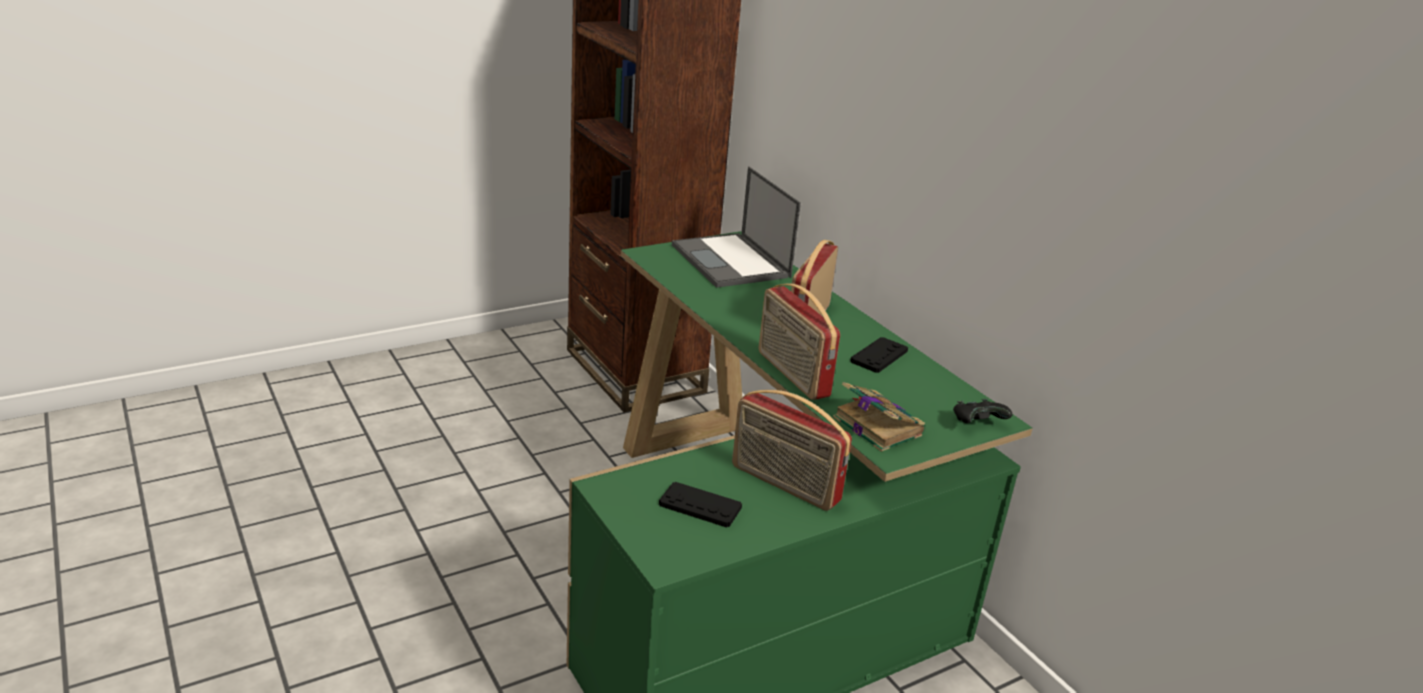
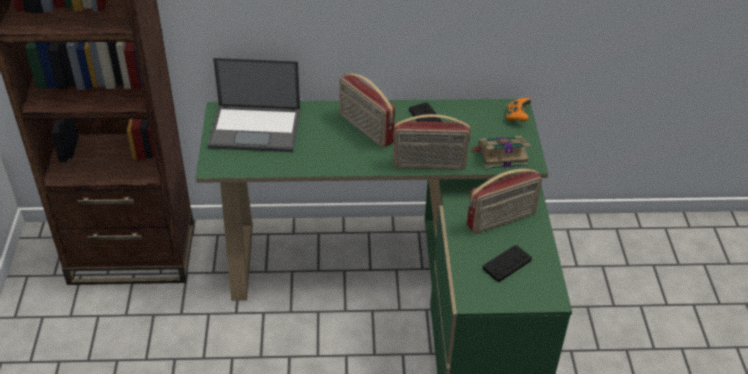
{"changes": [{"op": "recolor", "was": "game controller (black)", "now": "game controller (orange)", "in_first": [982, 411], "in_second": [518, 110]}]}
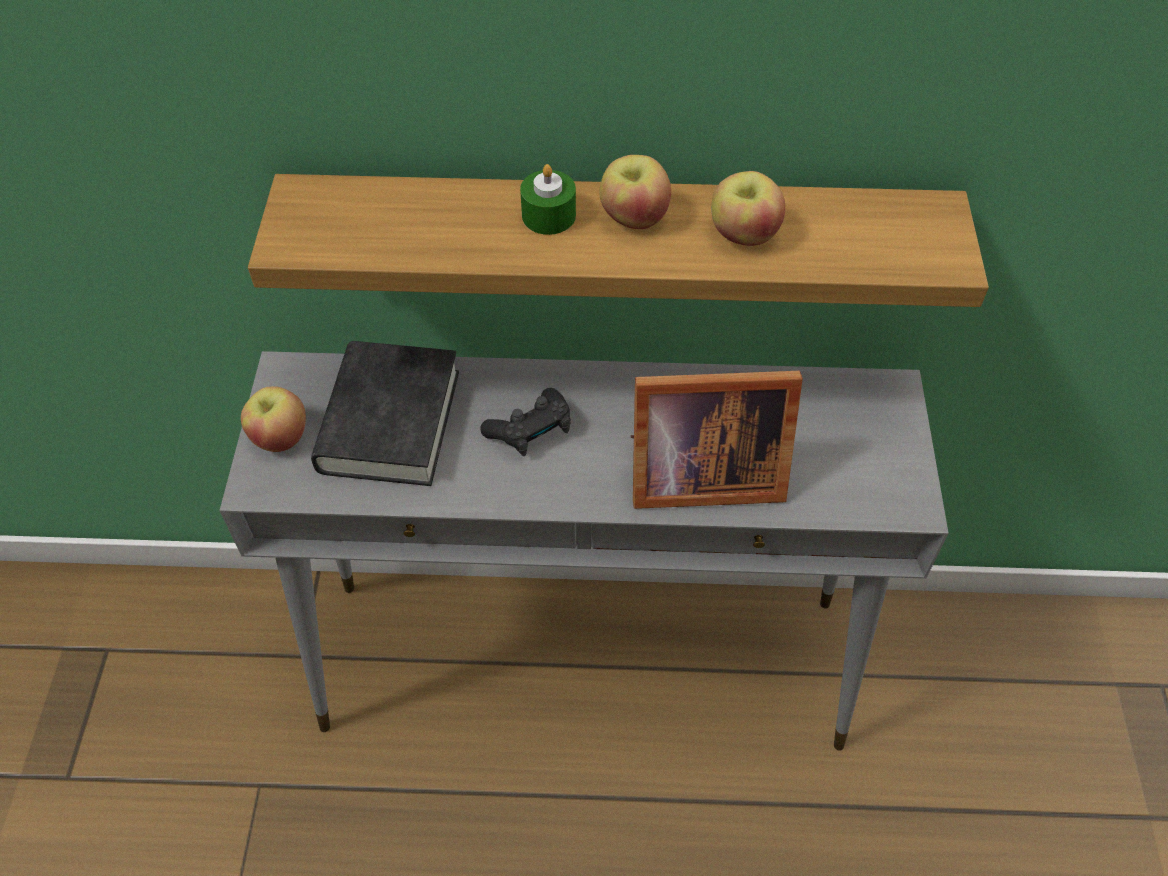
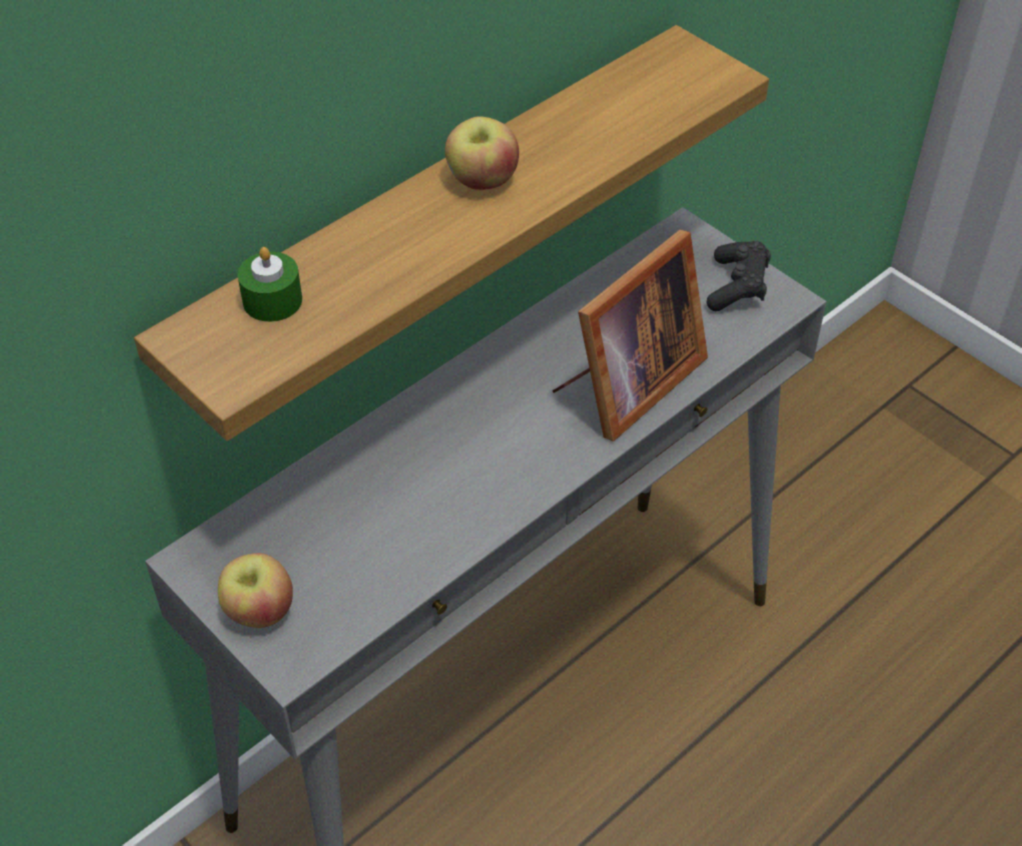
{"changes": [{"op": "move", "was": "candle (green)", "in_first": [548, 199], "in_second": [270, 284]}, {"op": "delete", "was": "apple", "in_first": [748, 208]}, {"op": "delete", "was": "book (black)", "in_first": [385, 413]}, {"op": "move", "was": "game controller (black)", "in_first": [525, 422], "in_second": [739, 276]}]}
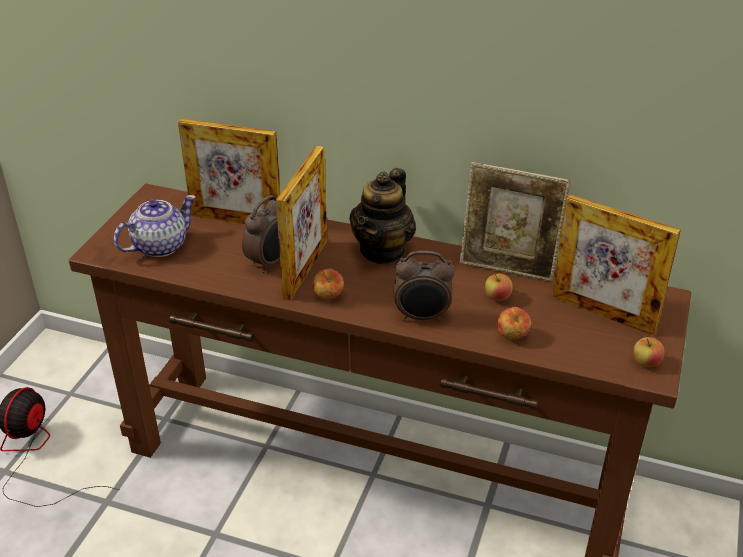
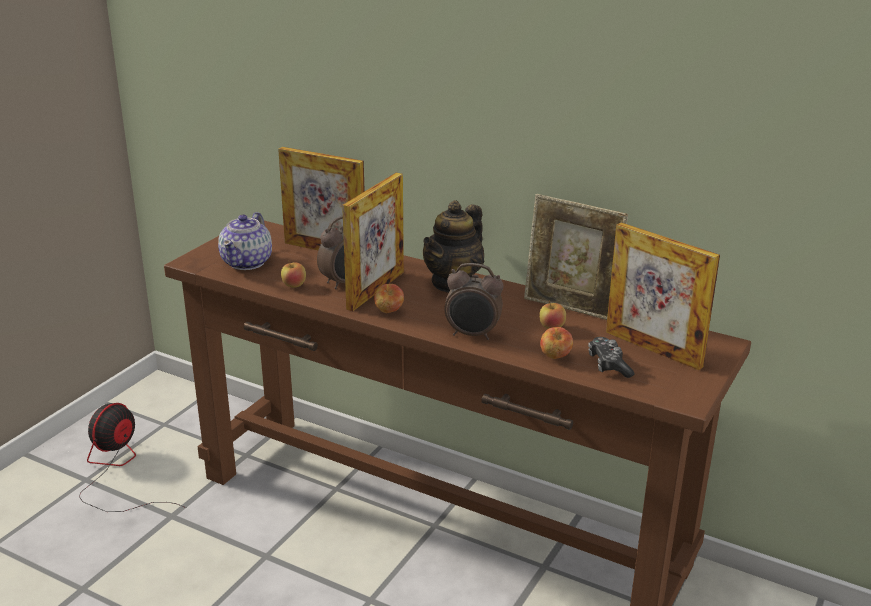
{"changes": [{"op": "rotate", "was": "teapot", "in_first": [155, 226], "in_second": [245, 241], "clockwise": 135}, {"op": "move", "was": "apple", "in_first": [648, 352], "in_second": [293, 274]}, {"op": "insert", "now": "game controller", "in_second": [611, 357]}]}
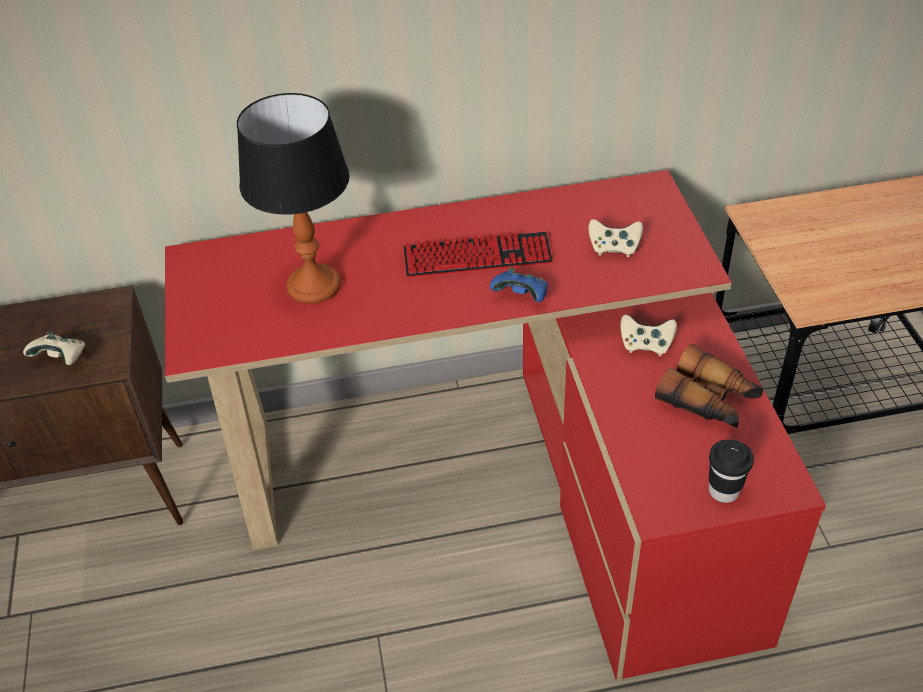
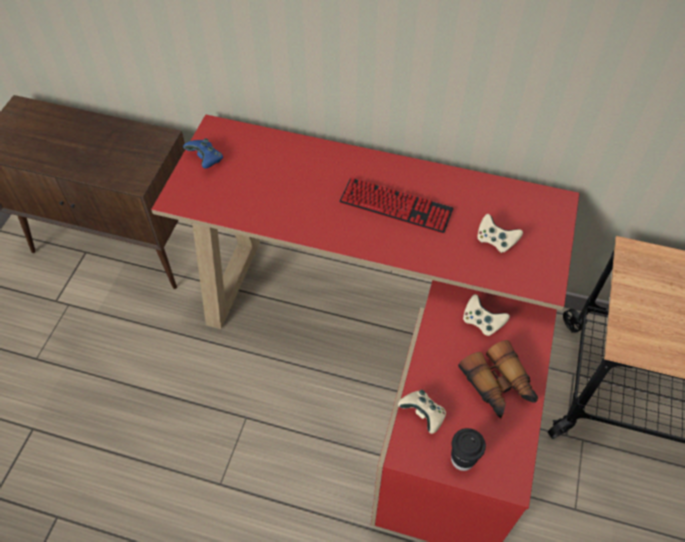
{"changes": [{"op": "delete", "was": "table lamp", "in_first": [293, 198]}, {"op": "move", "was": "game controller (blue)", "in_first": [518, 285], "in_second": [203, 153]}, {"op": "move", "was": "game controller (beige)", "in_first": [54, 348], "in_second": [422, 412]}]}
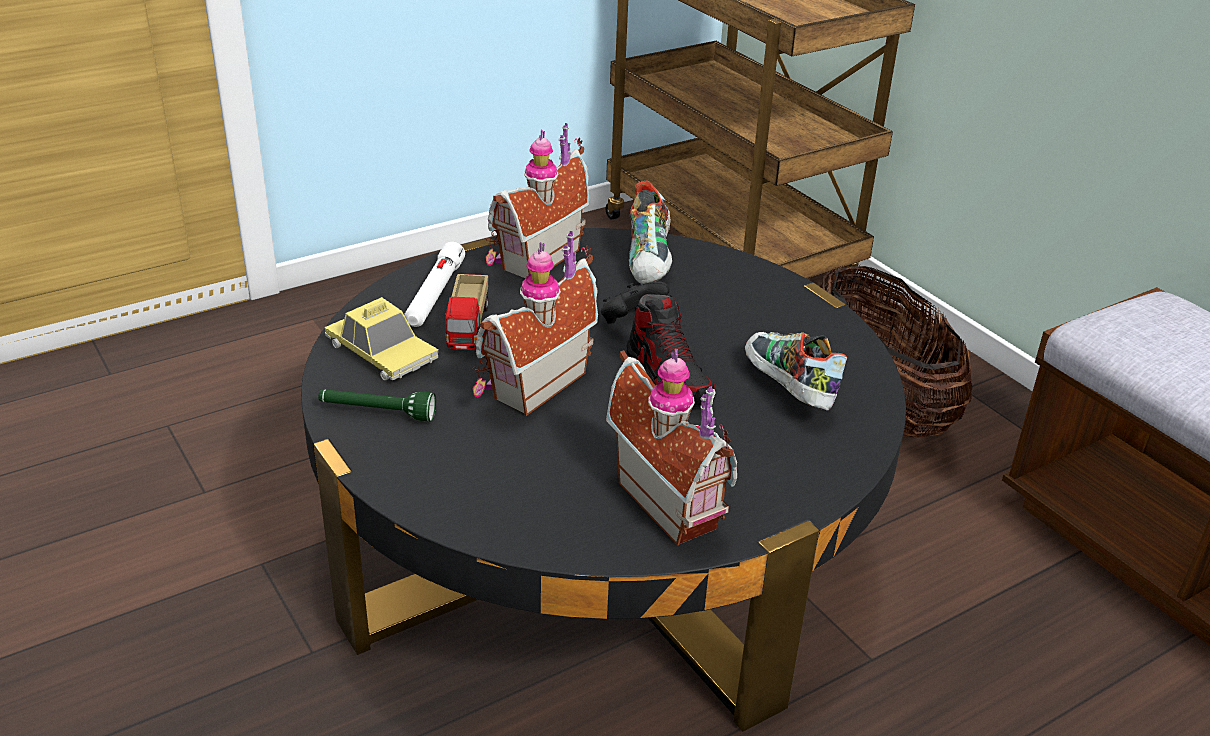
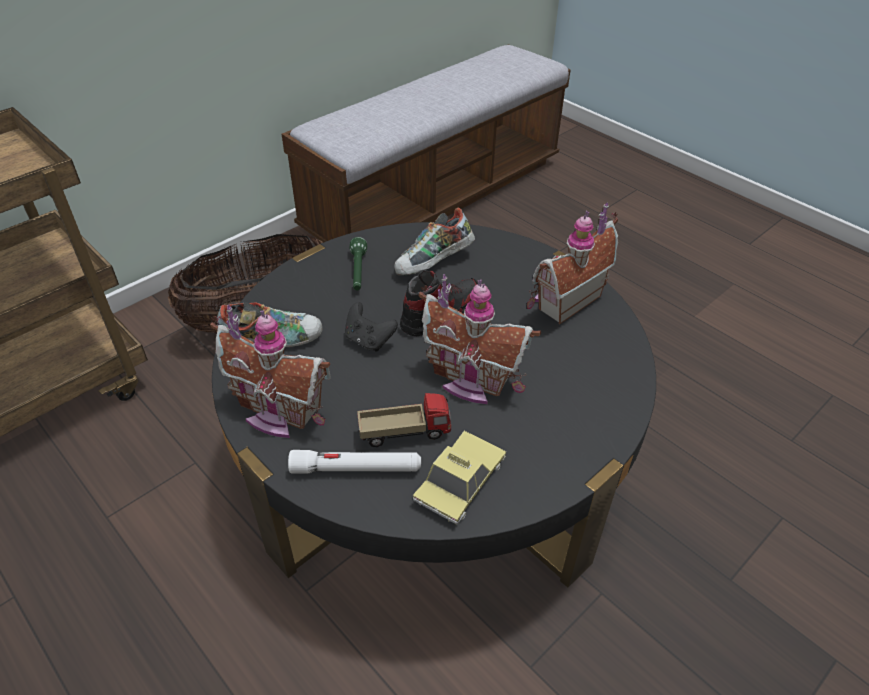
{"changes": [{"op": "move", "was": "flashlight (green)", "in_first": [377, 405], "in_second": [358, 263]}]}
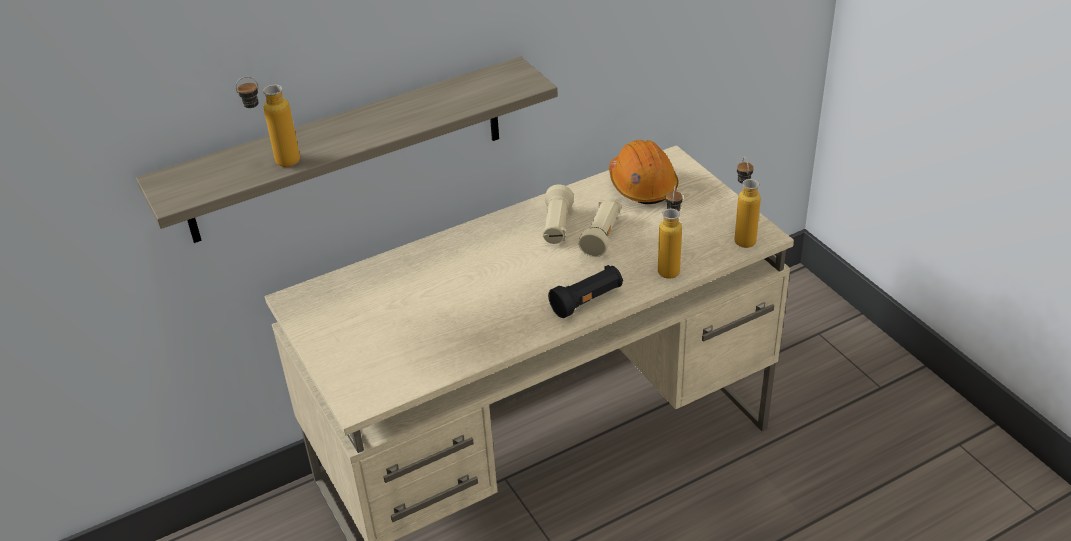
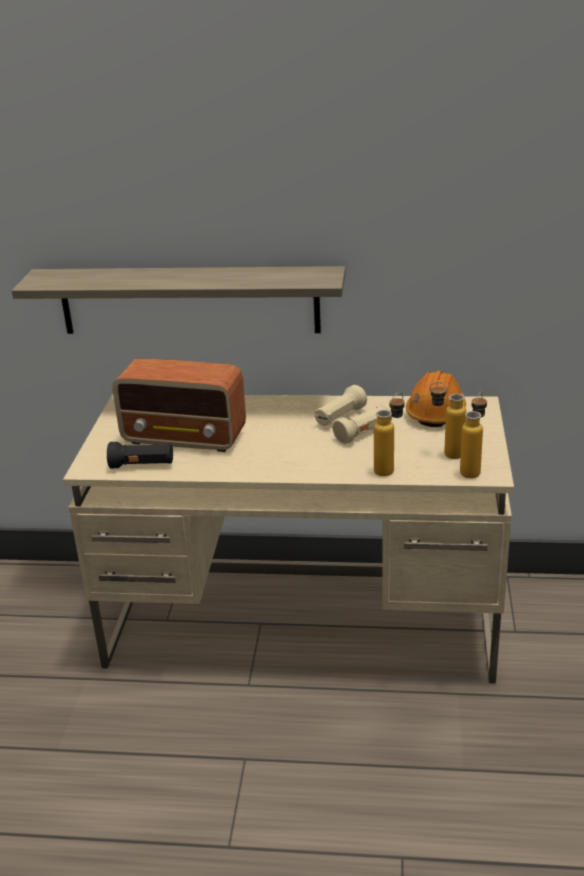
{"changes": [{"op": "move", "was": "bottle", "in_first": [267, 122], "in_second": [448, 420]}, {"op": "move", "was": "flashlight (black)", "in_first": [585, 291], "in_second": [140, 455]}, {"op": "insert", "now": "radio", "in_second": [179, 405]}]}
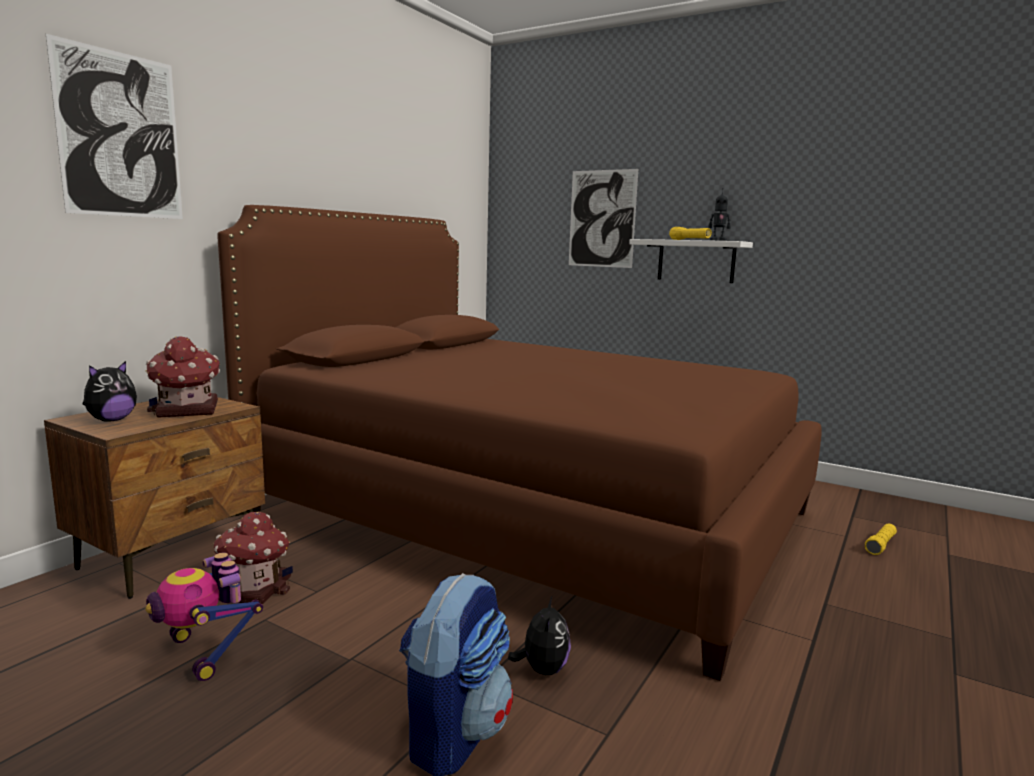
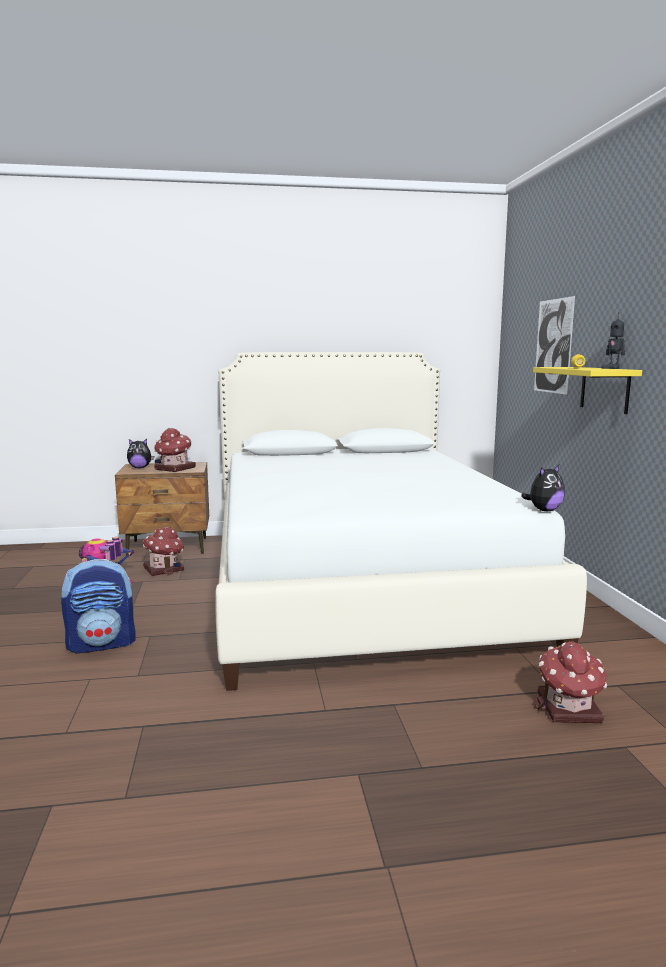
{"changes": [{"op": "delete", "was": "picture", "in_first": [114, 126]}, {"op": "recolor", "was": "bed (brown)", "now": "bed (white)", "in_first": [519, 443], "in_second": [401, 521]}, {"op": "recolor", "was": "shelf (white)", "now": "shelf (yellow)", "in_first": [691, 261], "in_second": [587, 390]}, {"op": "replace", "was": "flashlight (yellow)", "now": "toy house", "in_first": [881, 539], "in_second": [570, 682]}, {"op": "move", "was": "plush toy", "in_first": [539, 635], "in_second": [543, 488]}]}
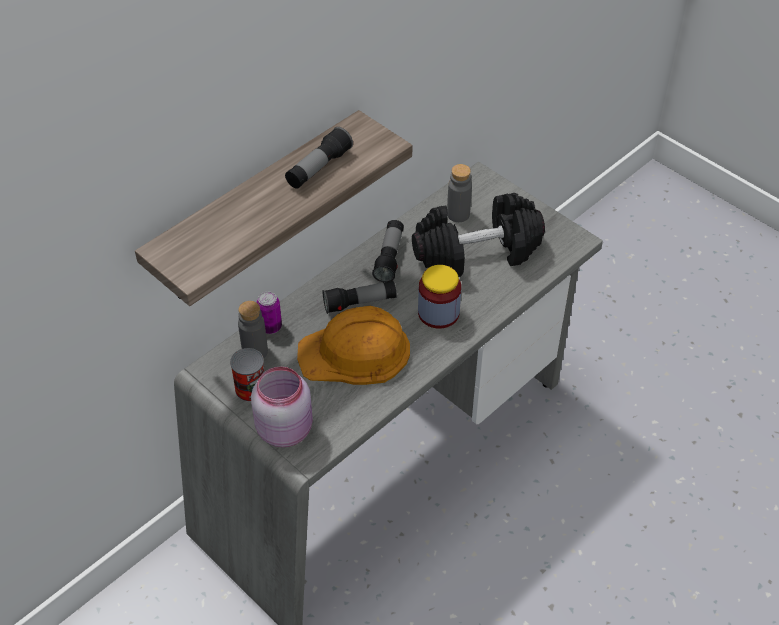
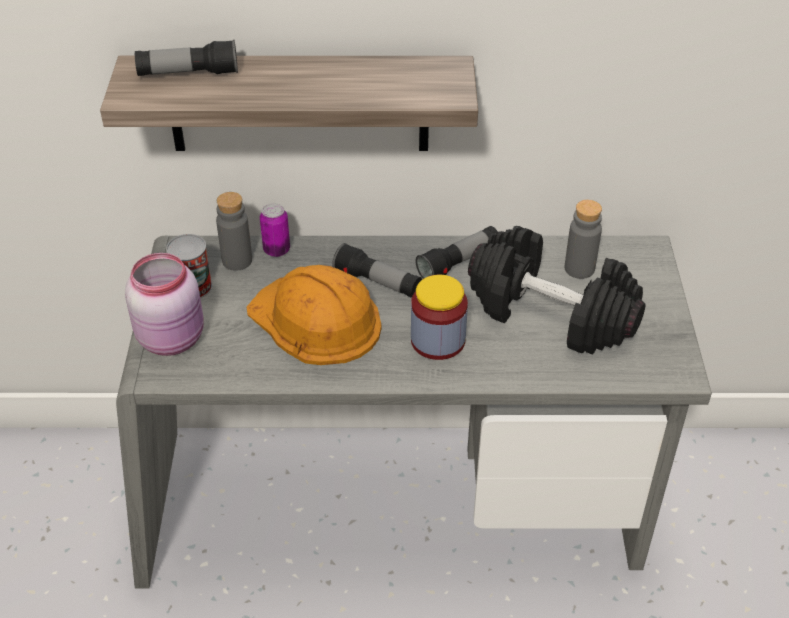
{"changes": [{"op": "move", "was": "flashlight", "in_first": [319, 157], "in_second": [186, 58]}]}
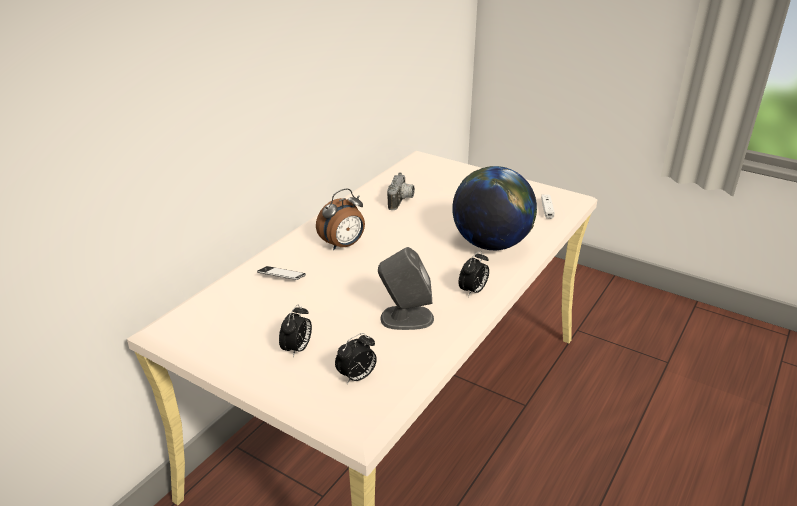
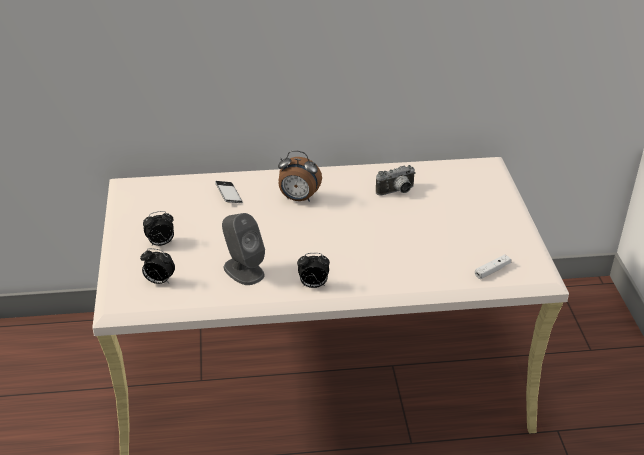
{"changes": [{"op": "delete", "was": "globe", "in_first": [494, 208]}]}
